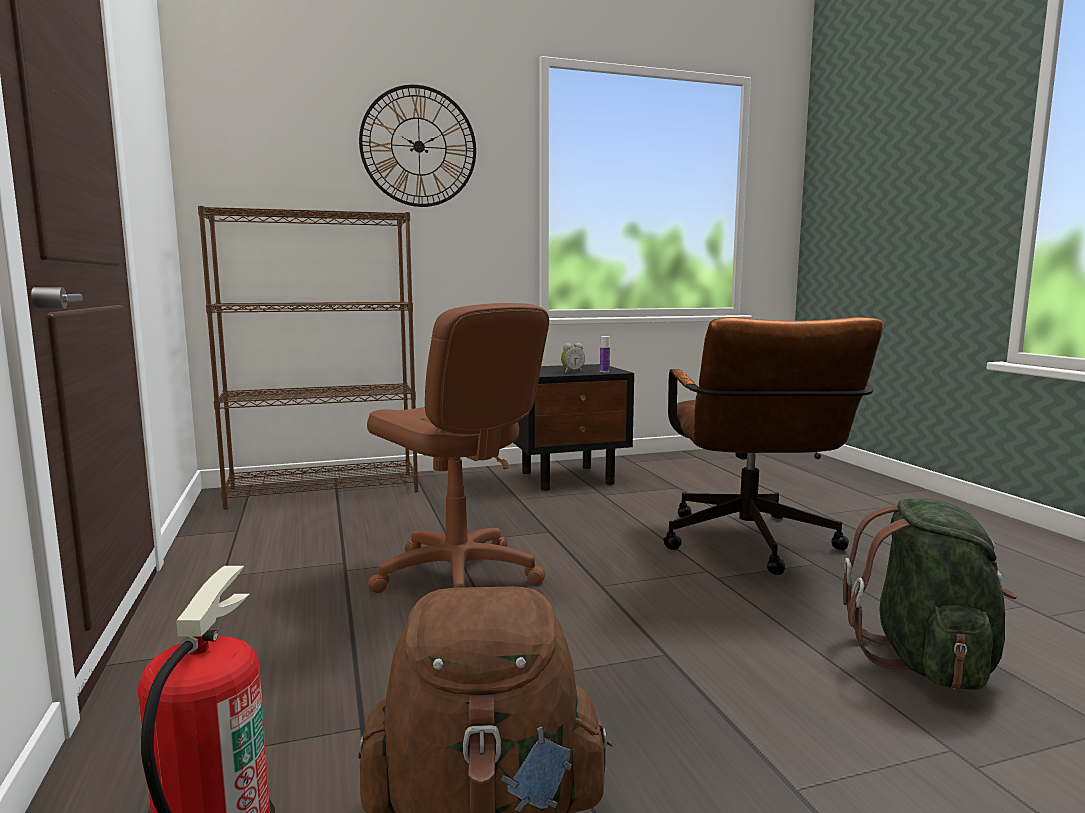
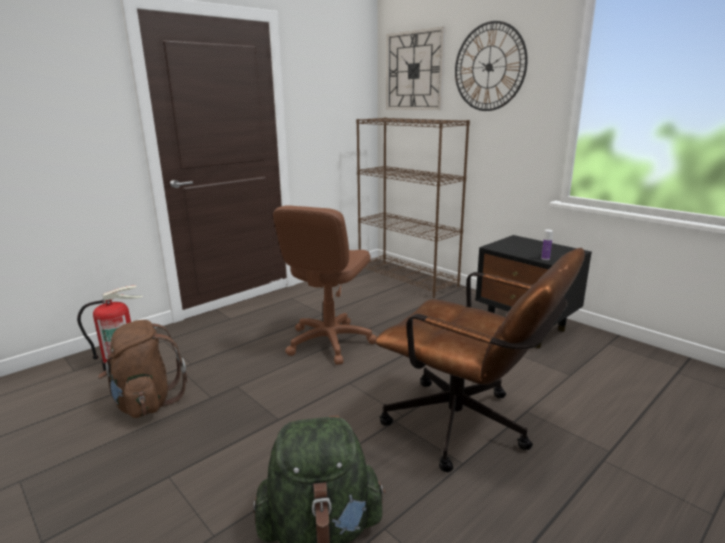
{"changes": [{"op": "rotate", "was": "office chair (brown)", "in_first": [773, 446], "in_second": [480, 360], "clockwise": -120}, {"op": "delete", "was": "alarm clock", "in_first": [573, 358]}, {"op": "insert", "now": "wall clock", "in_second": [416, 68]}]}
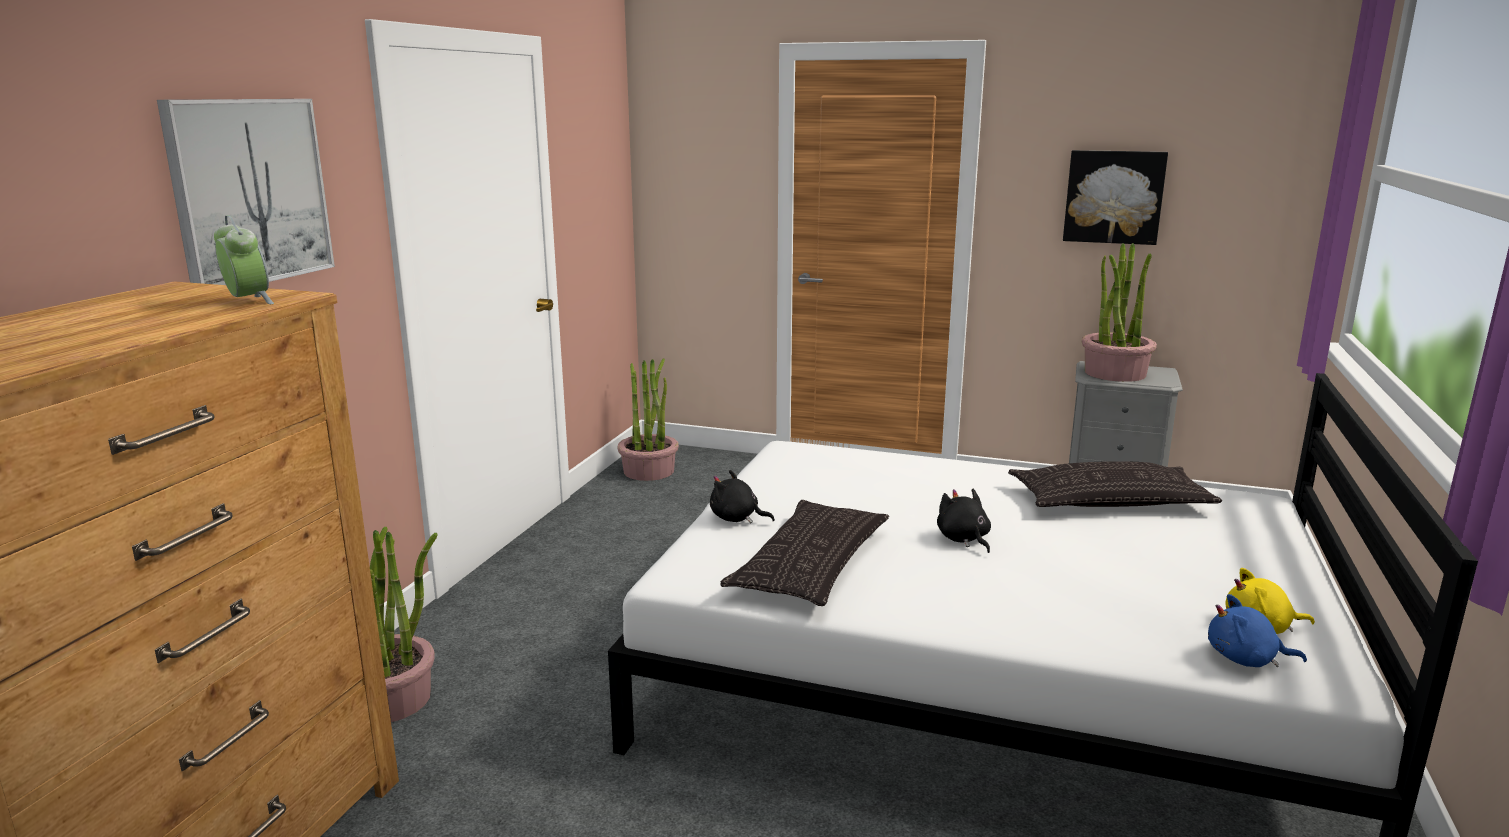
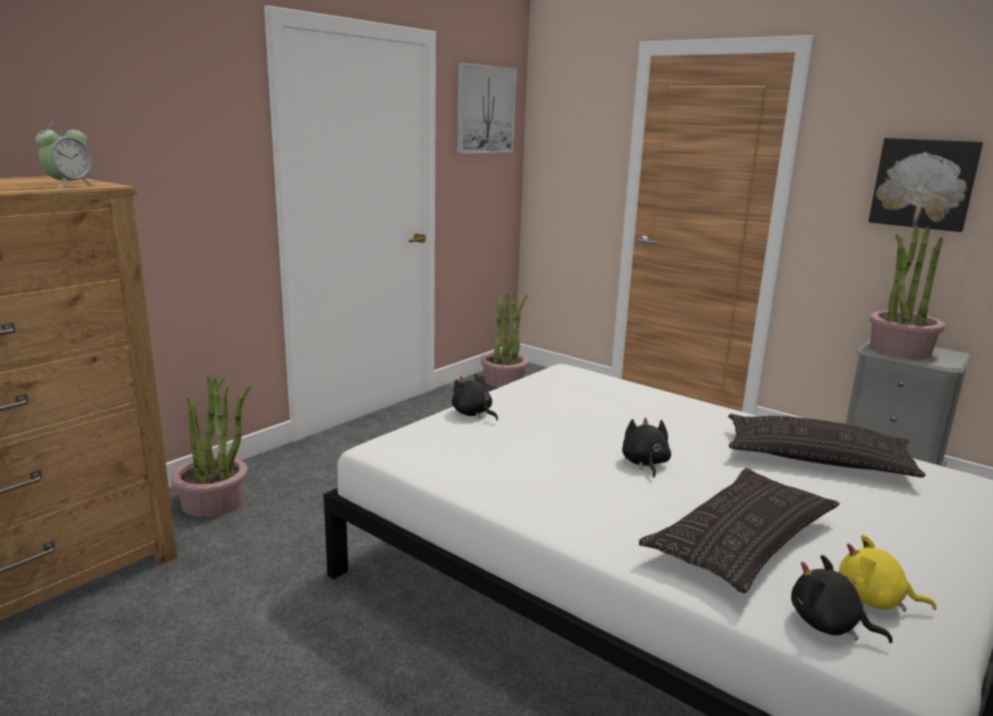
{"changes": [{"op": "move", "was": "picture", "in_first": [246, 192], "in_second": [486, 108]}, {"op": "rotate", "was": "alarm clock", "in_first": [244, 259], "in_second": [65, 154], "clockwise": 45}, {"op": "move", "was": "pillow", "in_first": [804, 553], "in_second": [739, 530]}, {"op": "recolor", "was": "plush toy (blue)", "now": "plush toy (black)", "in_first": [1257, 630], "in_second": [842, 599]}]}
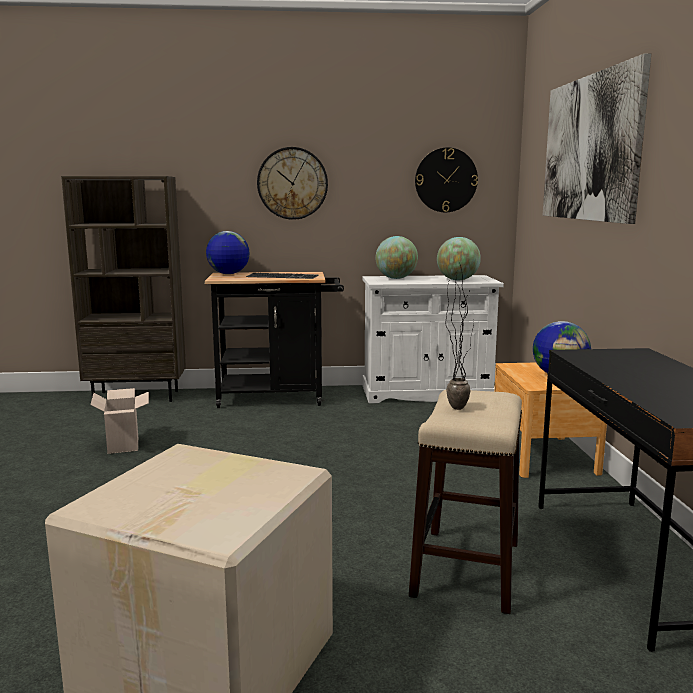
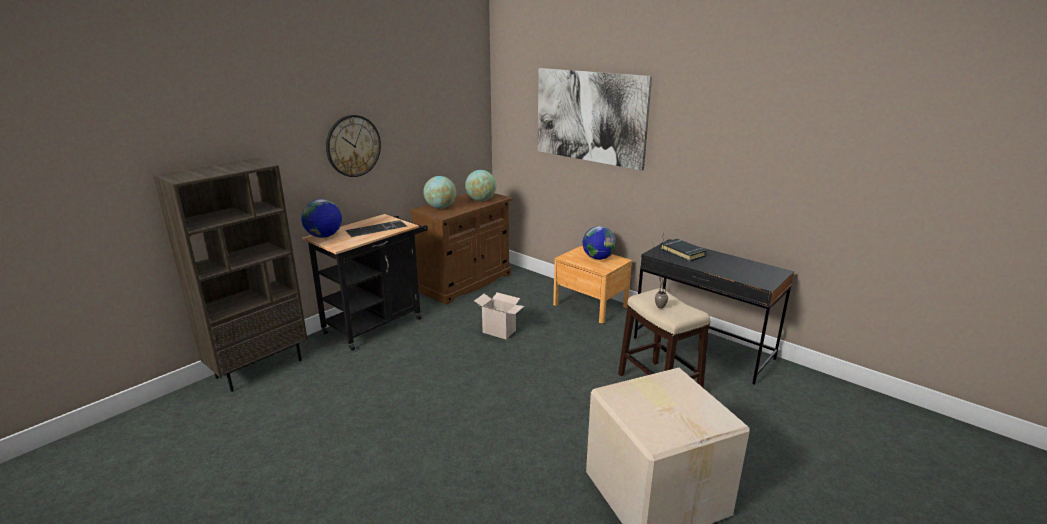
{"changes": [{"op": "delete", "was": "wall clock", "in_first": [446, 179]}, {"op": "recolor", "was": "cabinet (white)", "now": "cabinet (brown)", "in_first": [433, 339], "in_second": [461, 249]}, {"op": "move", "was": "cardboard box", "in_first": [119, 421], "in_second": [499, 316]}, {"op": "insert", "now": "book (black)", "in_second": [684, 250]}]}
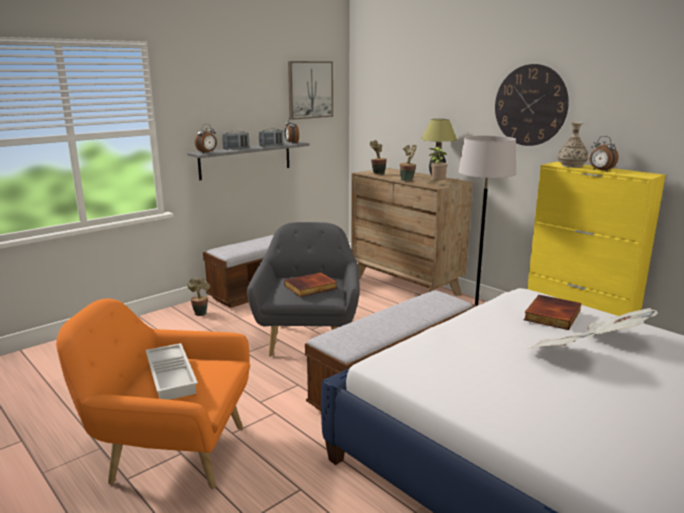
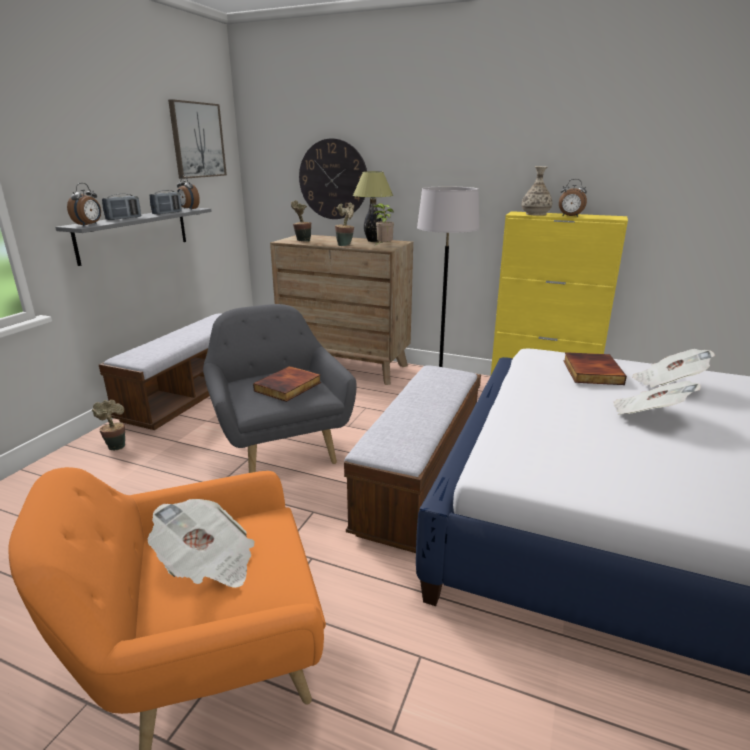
{"changes": [{"op": "move", "was": "wall clock", "in_first": [532, 105], "in_second": [333, 178]}, {"op": "replace", "was": "tray (white)", "now": "newspaper", "in_first": [171, 371], "in_second": [201, 543]}]}
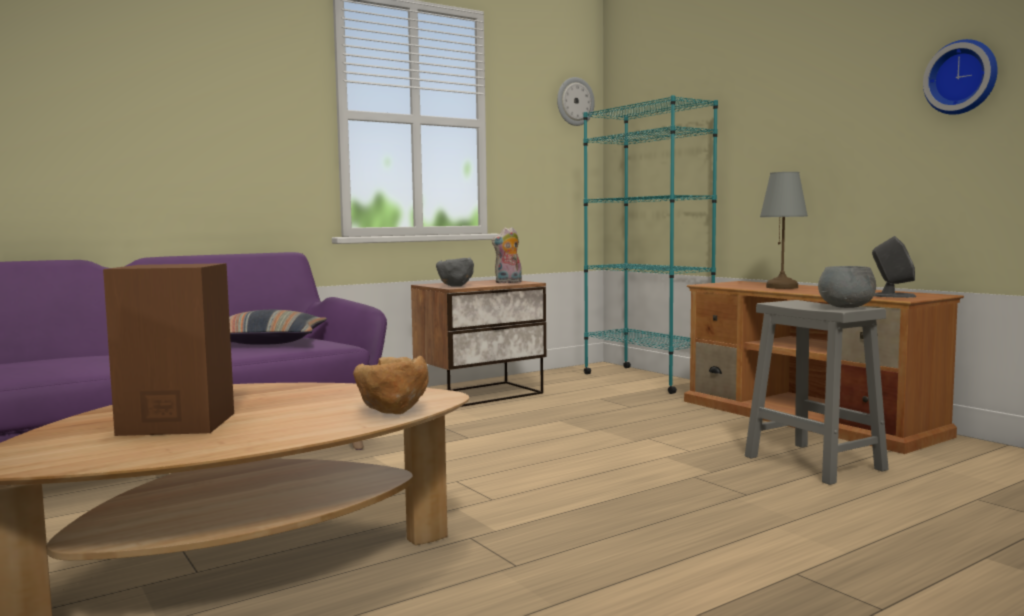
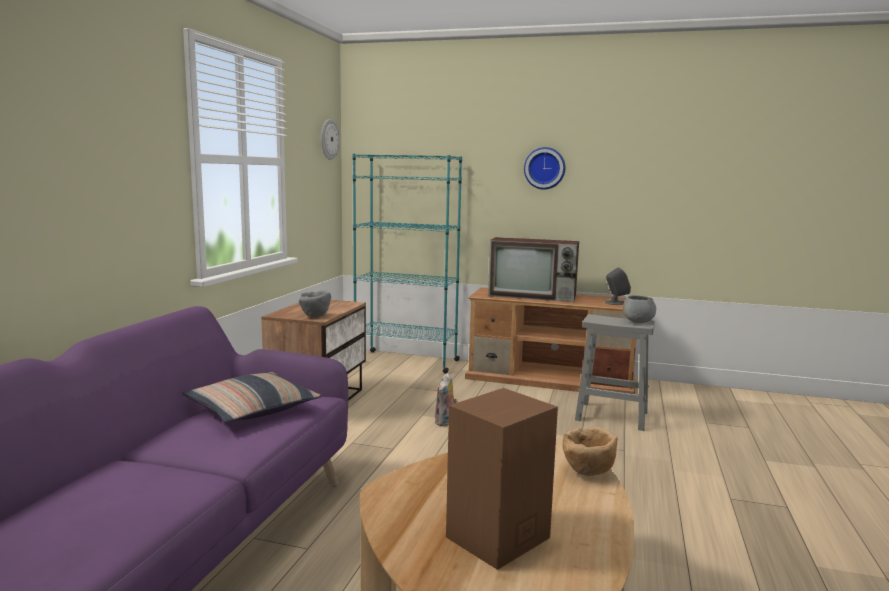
{"changes": [{"op": "move", "was": "wall clock", "in_first": [960, 77], "in_second": [544, 168]}, {"op": "replace", "was": "table lamp (grey)", "now": "television", "in_first": [784, 230], "in_second": [533, 269]}, {"op": "move", "was": "plush toy", "in_first": [506, 255], "in_second": [446, 399]}]}
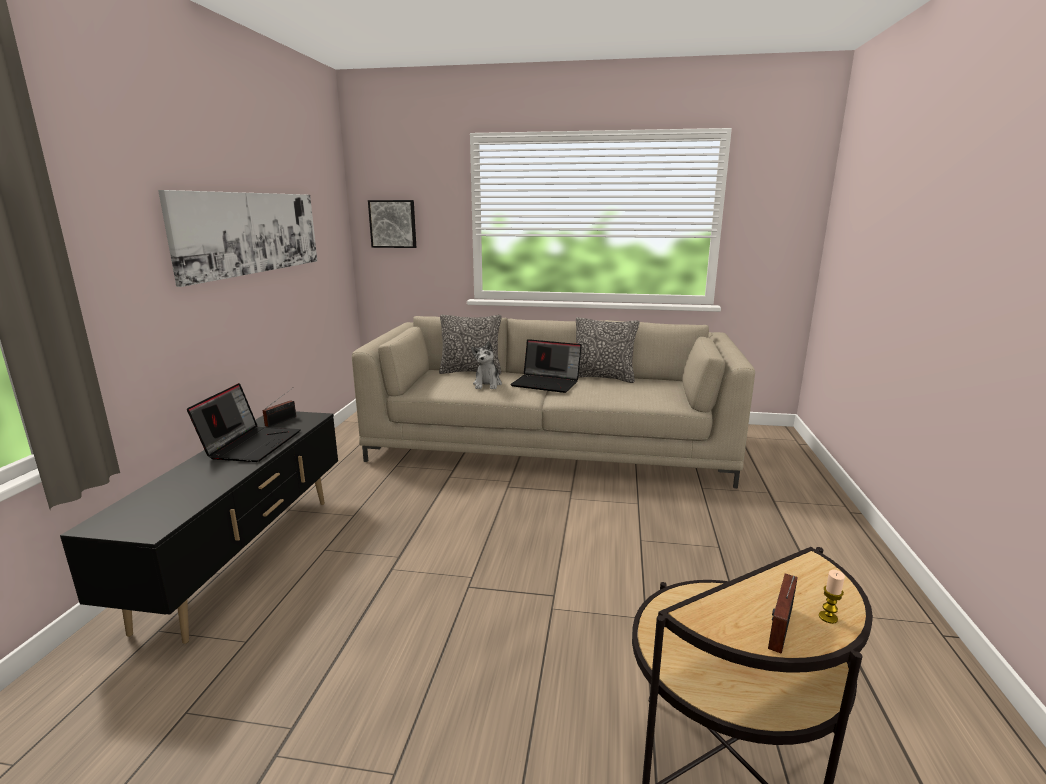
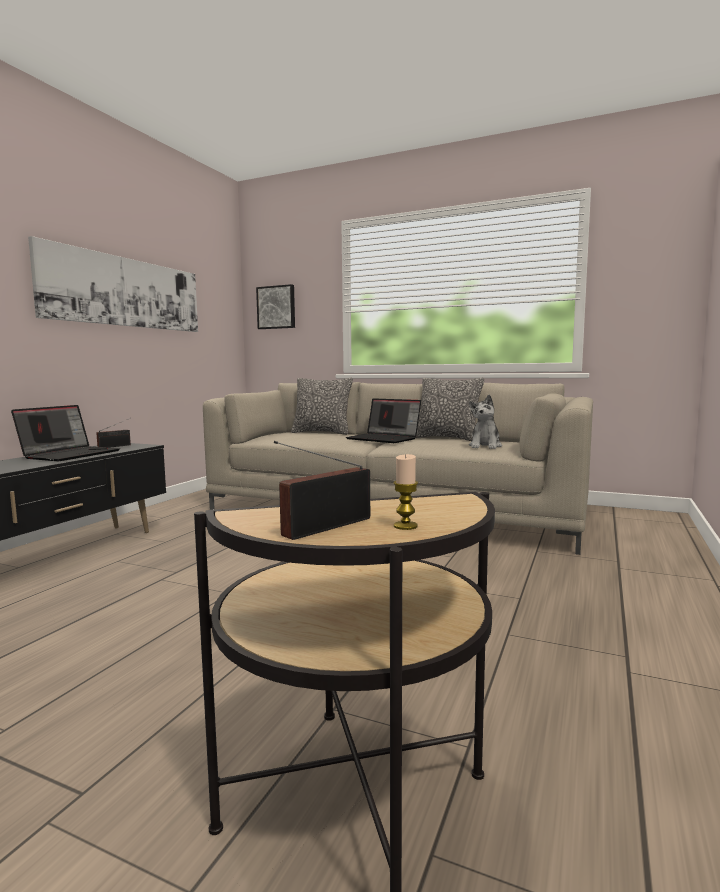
{"changes": [{"op": "move", "was": "plush toy", "in_first": [486, 365], "in_second": [485, 422]}]}
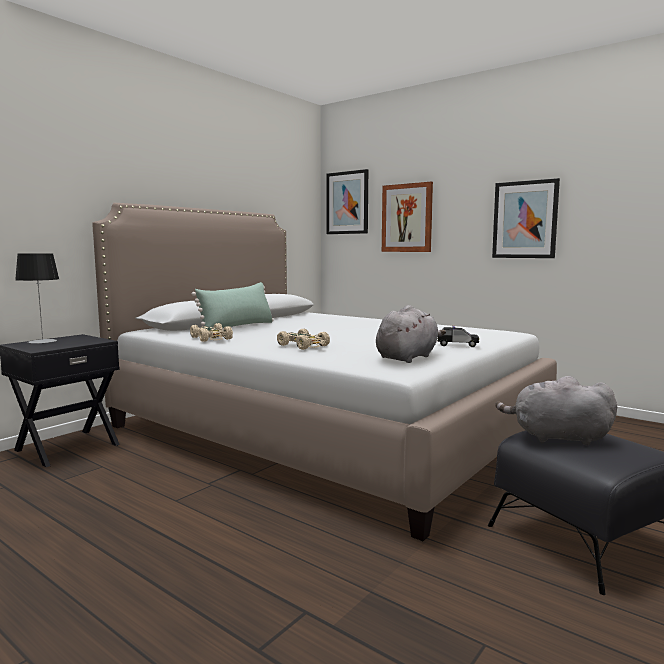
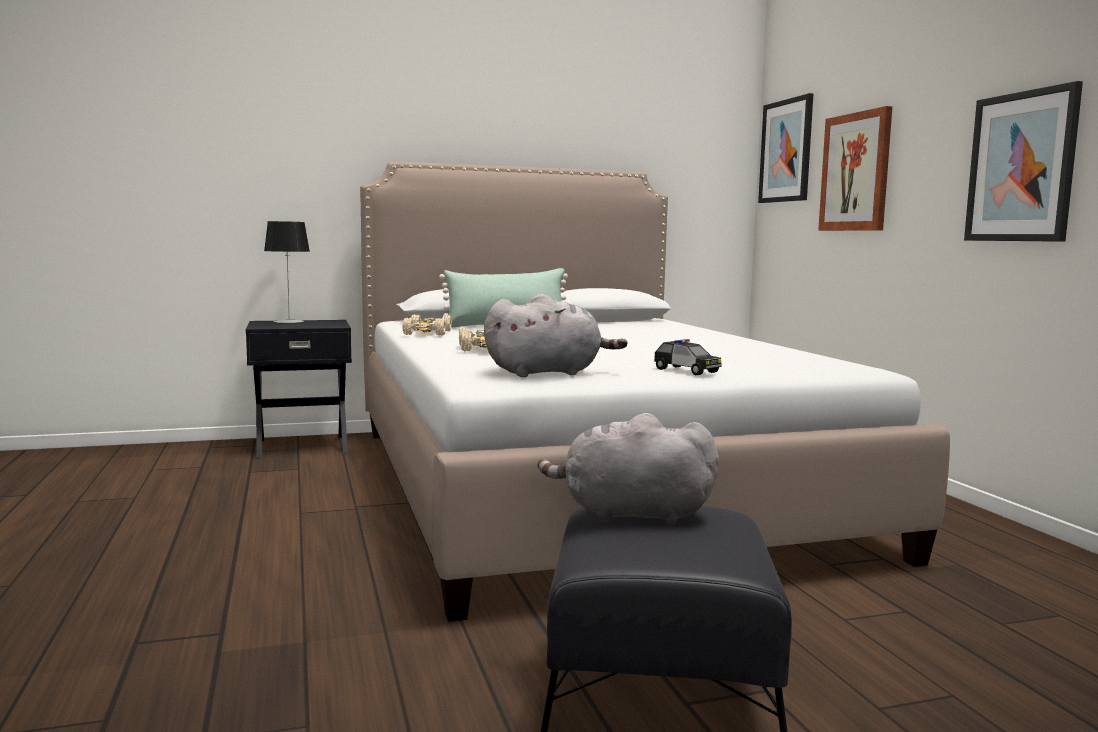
{"changes": [{"op": "rotate", "was": "plush toy (grey)", "in_first": [556, 410], "in_second": [628, 469], "clockwise": -45}]}
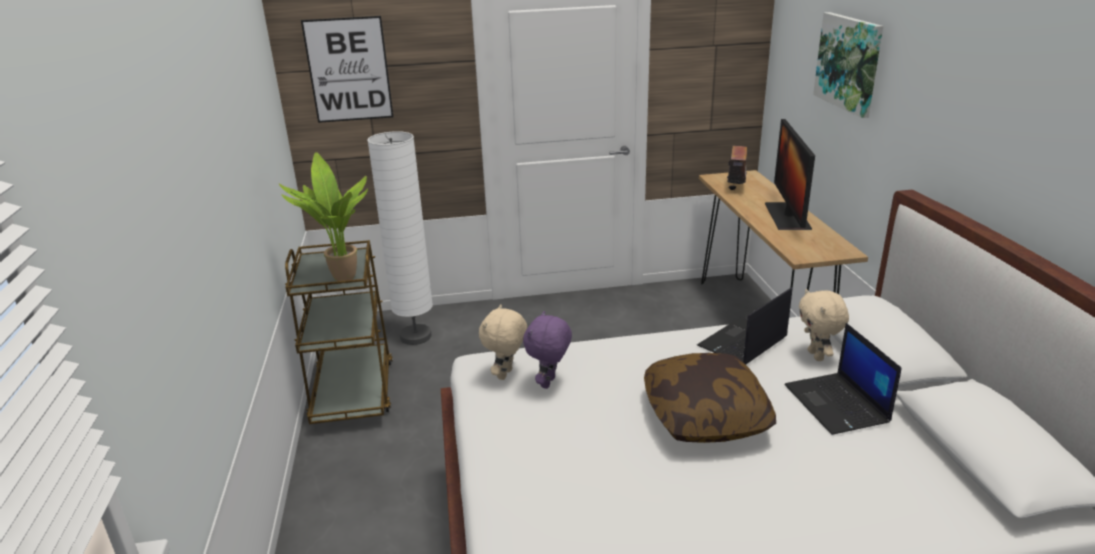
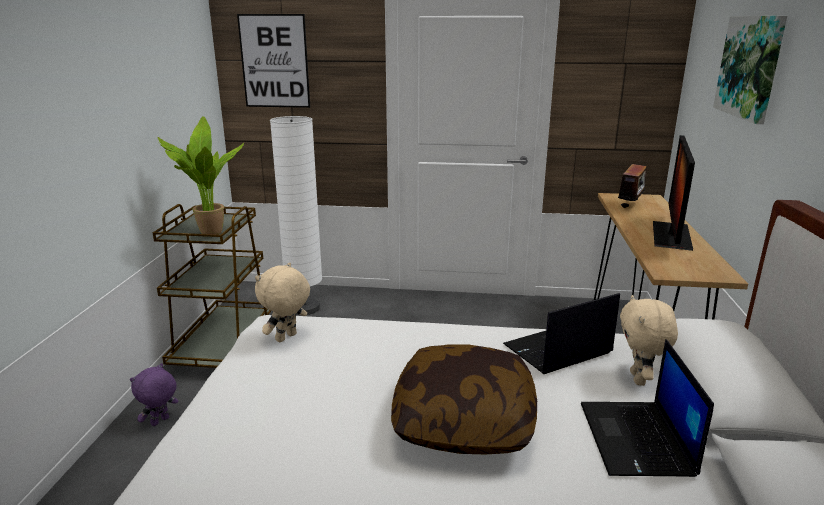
{"changes": [{"op": "move", "was": "plush toy (purple)", "in_first": [547, 350], "in_second": [154, 394]}]}
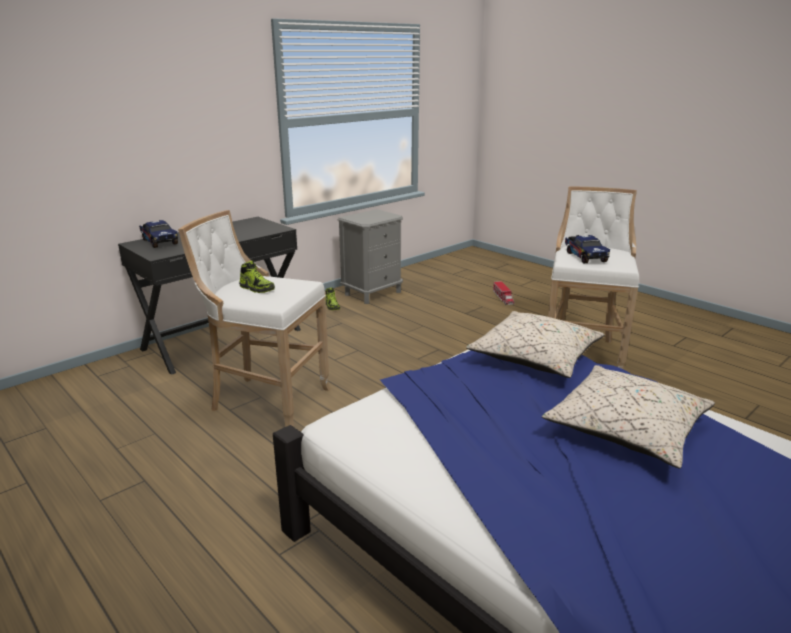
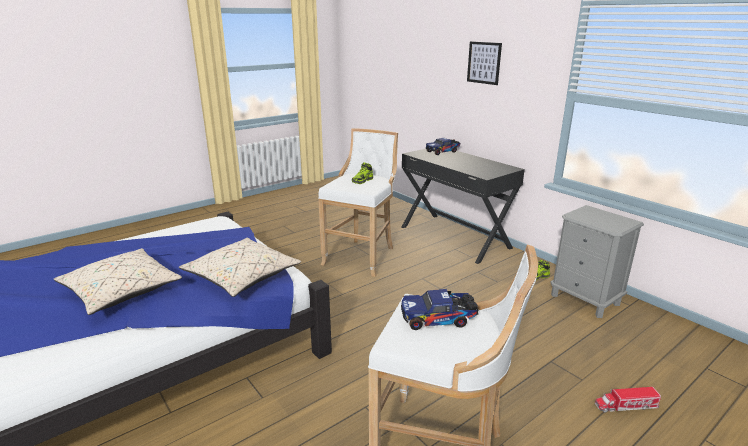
{"changes": [{"op": "insert", "now": "picture", "in_second": [484, 63]}]}
